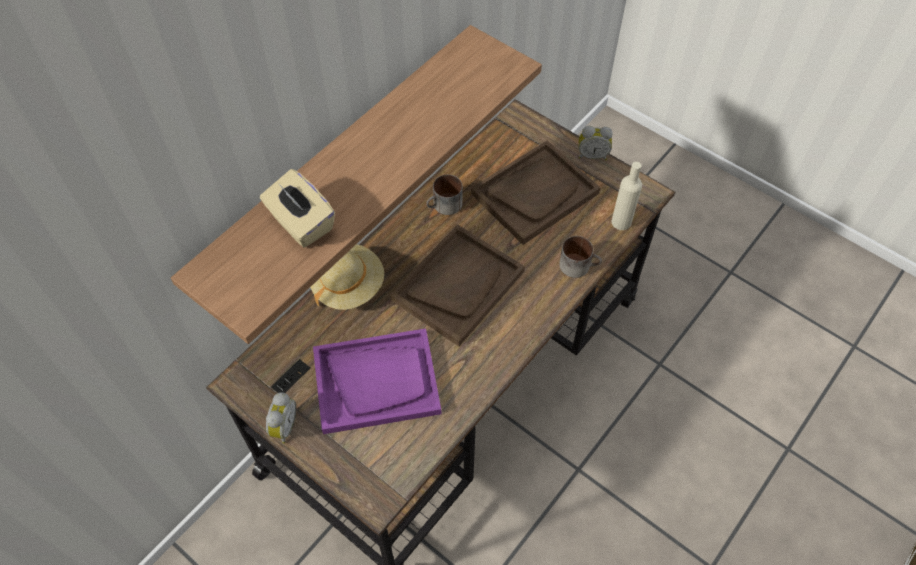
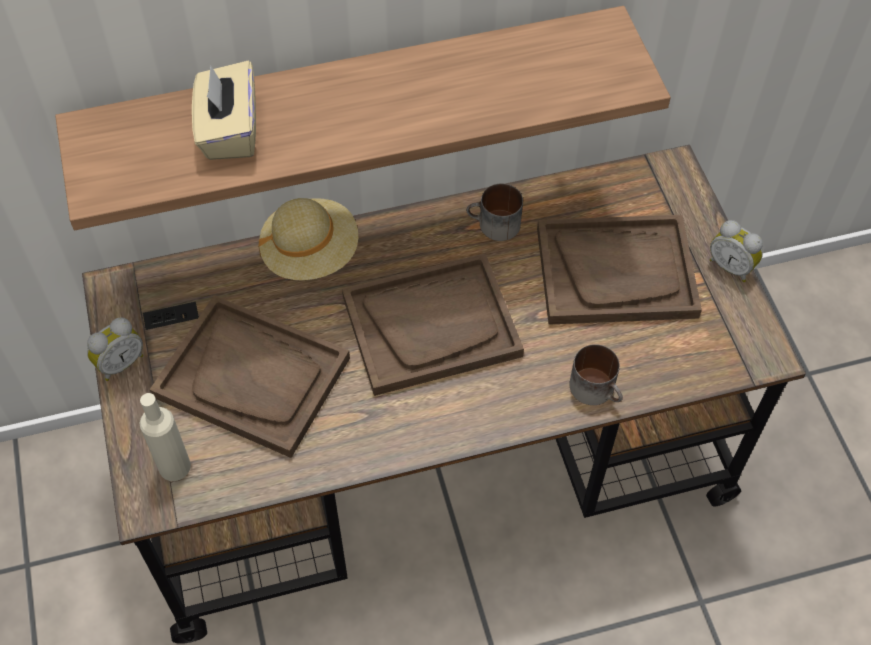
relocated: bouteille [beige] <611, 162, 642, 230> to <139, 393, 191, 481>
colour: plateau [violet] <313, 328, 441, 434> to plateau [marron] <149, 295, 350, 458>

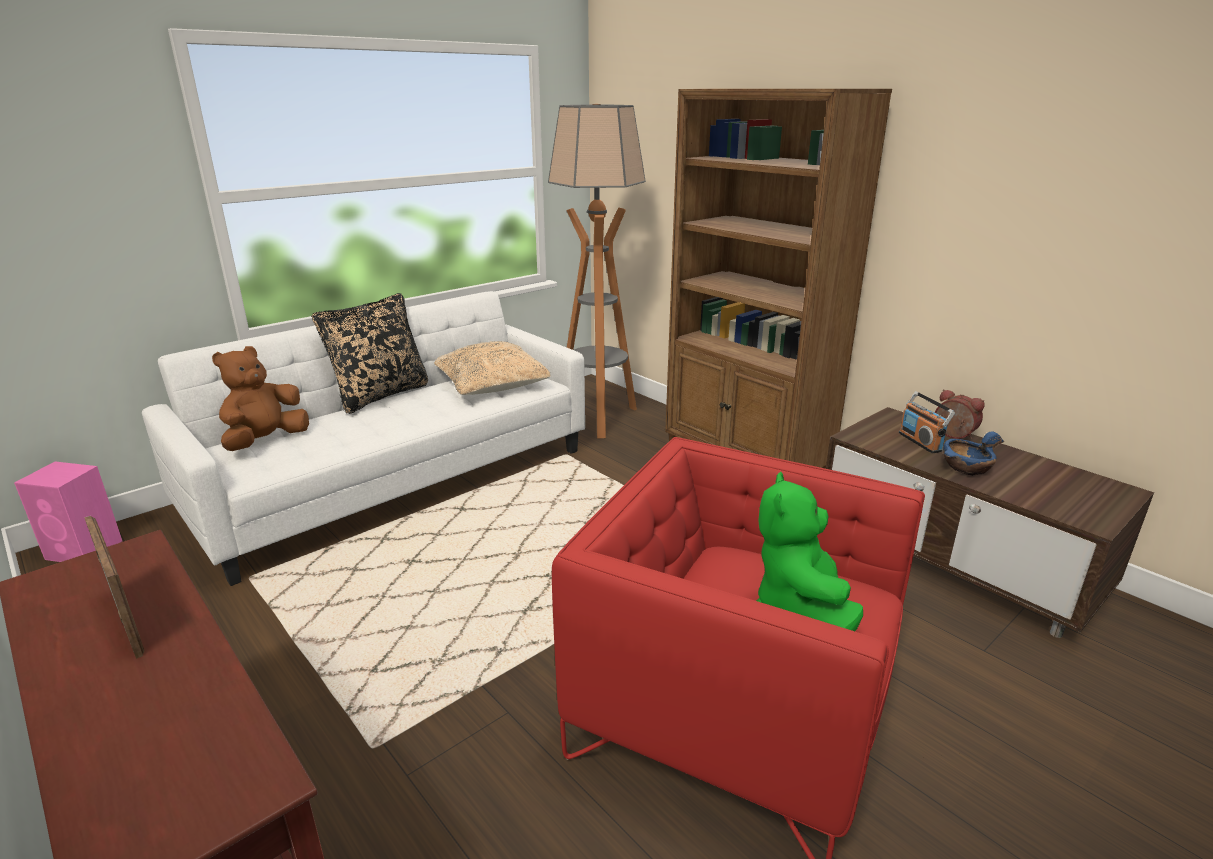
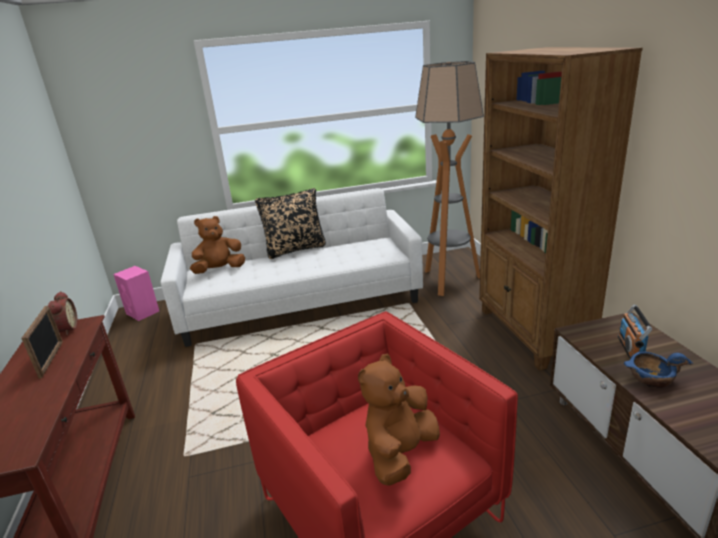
missing: coussin [beige] <434, 341, 551, 395>
relocated: réveil <935, 389, 985, 439> to <48, 291, 78, 335>
colour: peluche [vert] <756, 472, 863, 631> to peluche [marron] <358, 354, 440, 486>

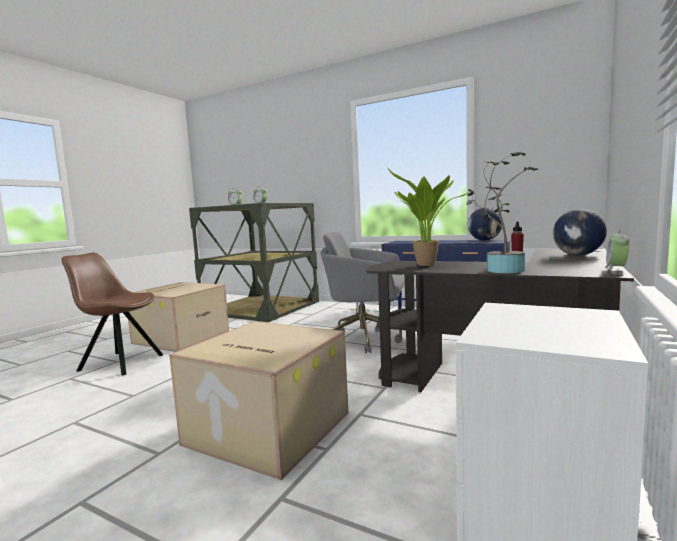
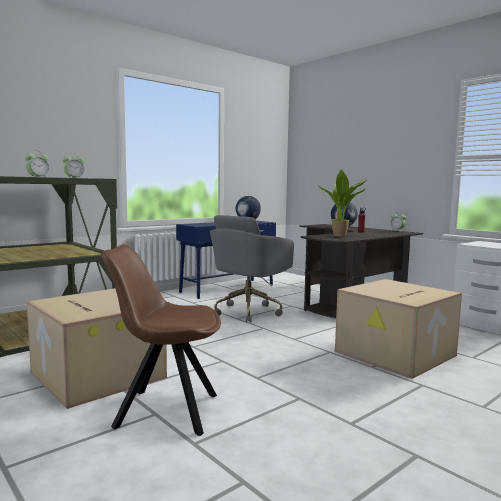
missing: plante en pot <466, 152, 538, 273>
spun: chaise [marron] <61, 253, 163, 375> = <101, 244, 221, 436> 60 degrees clockwise

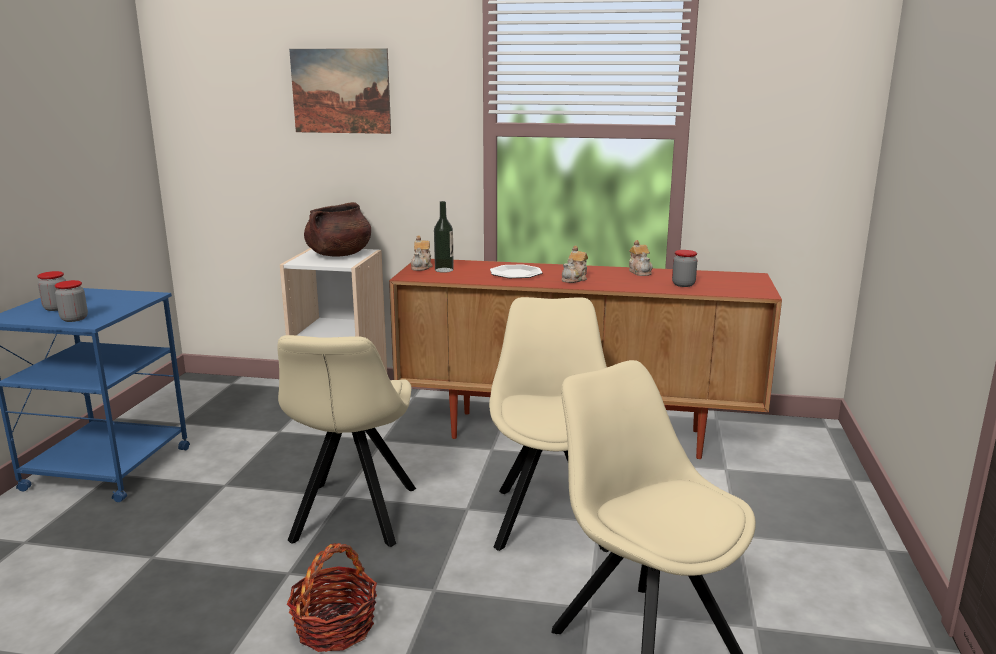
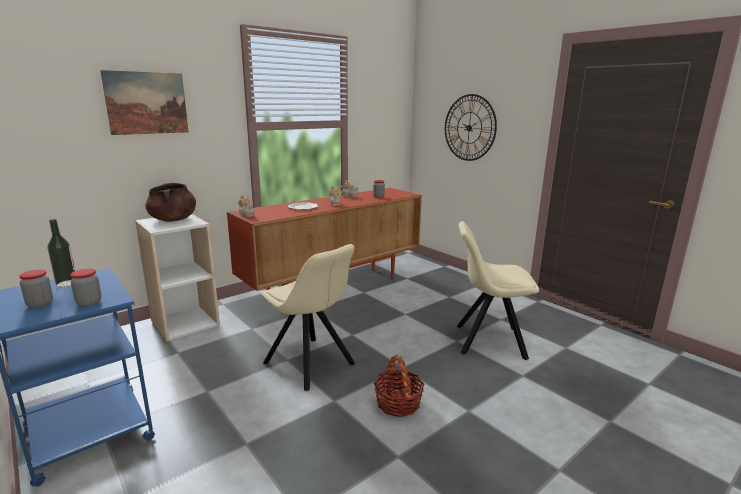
missing: chaise [beige] <489, 297, 609, 552>
appeared: horloge murale <445, 94, 497, 161>
relocated: bouteille <434, 201, 454, 273> to <47, 219, 75, 287>

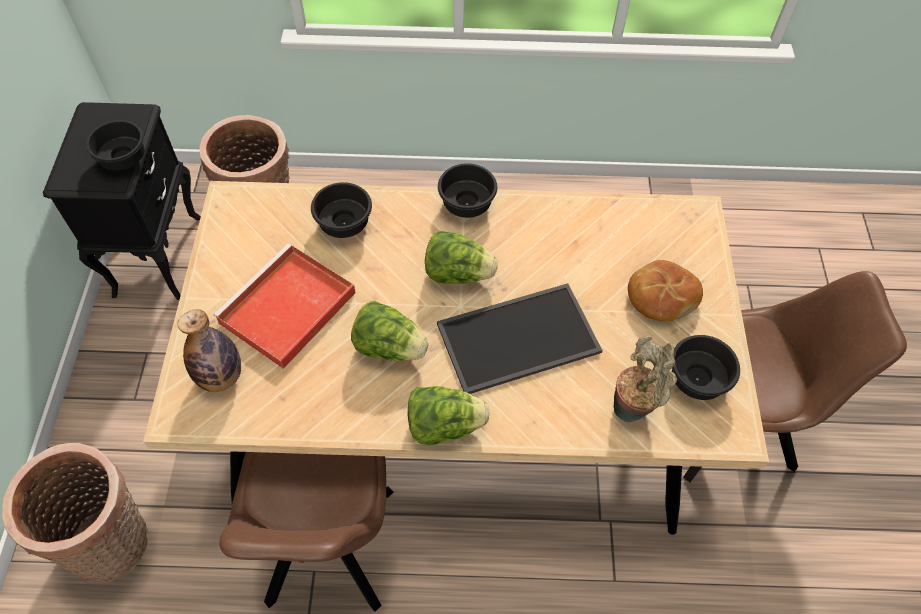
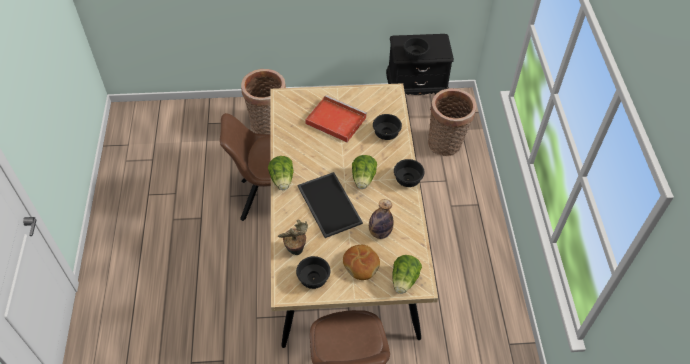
relocated: bouteille <177, 309, 241, 392> to <369, 199, 394, 239>; laitue <351, 301, 429, 361> to <392, 255, 422, 294>

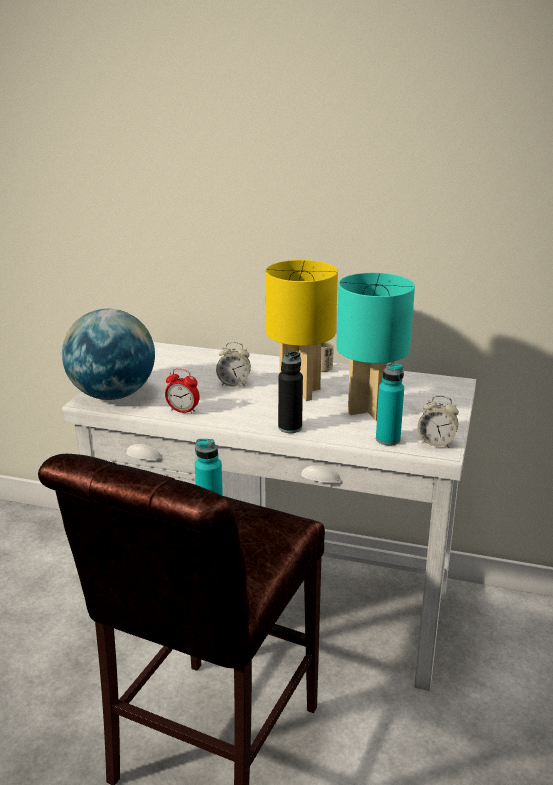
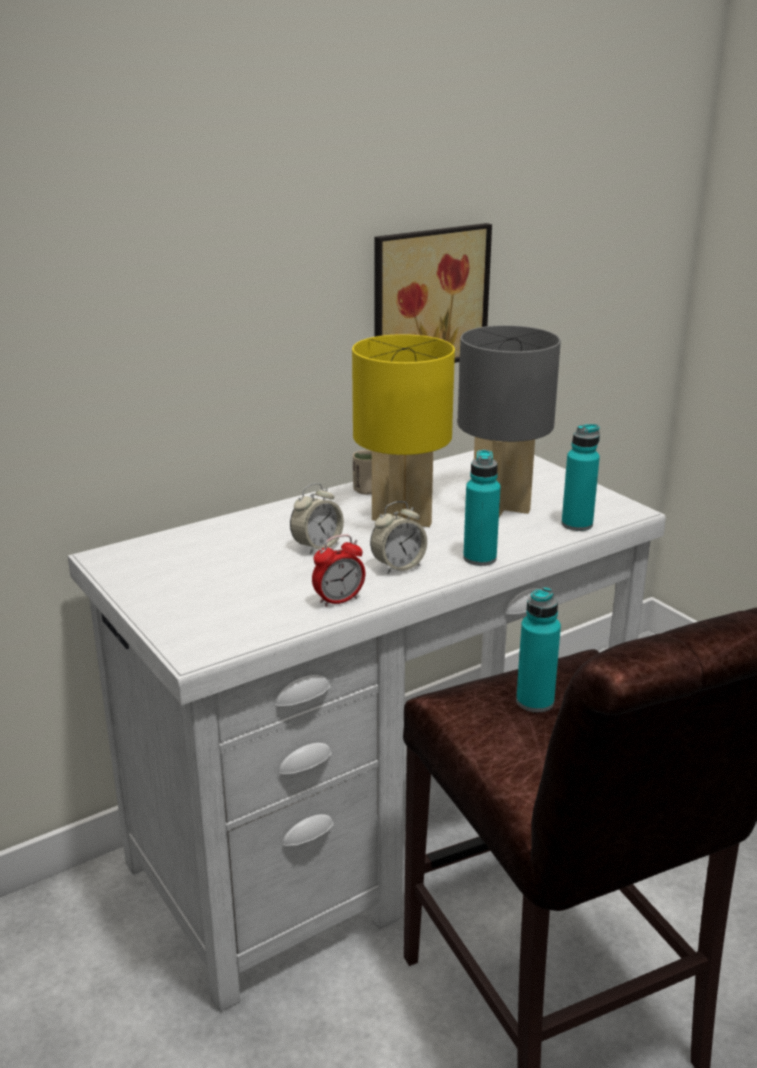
missing: globe <62, 309, 155, 400>
appeared: tableau <374, 223, 492, 363>
relocated: réveil <418, 396, 459, 448> to <370, 501, 427, 574>
colour: lampe de table [turquoise] <336, 273, 415, 421> to lampe de table [gris] <457, 325, 561, 517>; bouteille [noir] <278, 351, 303, 433> to bouteille [turquoise] <463, 450, 501, 566>

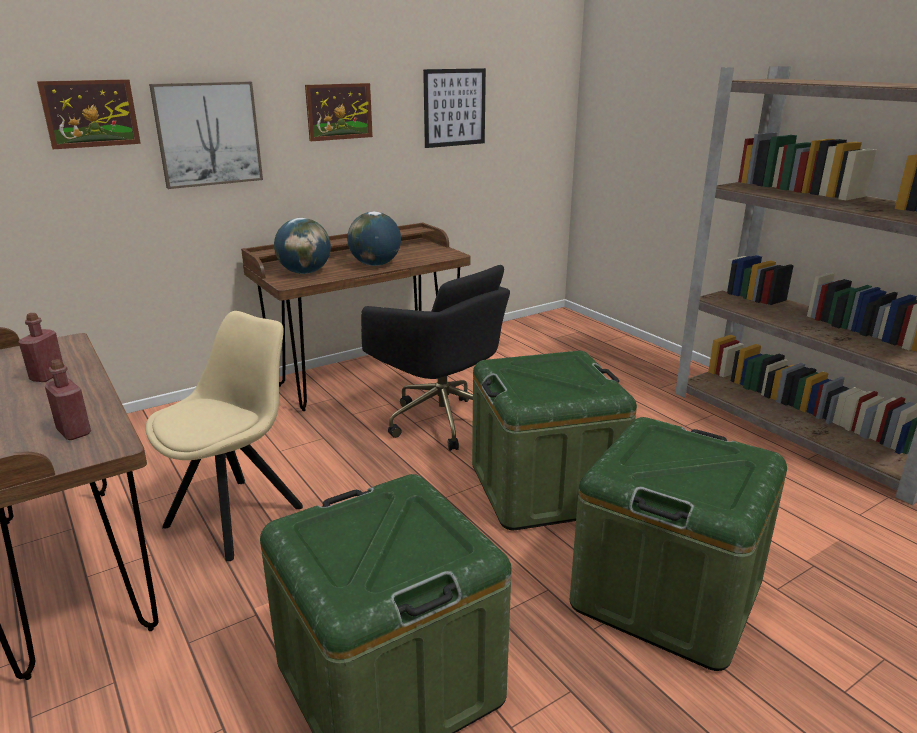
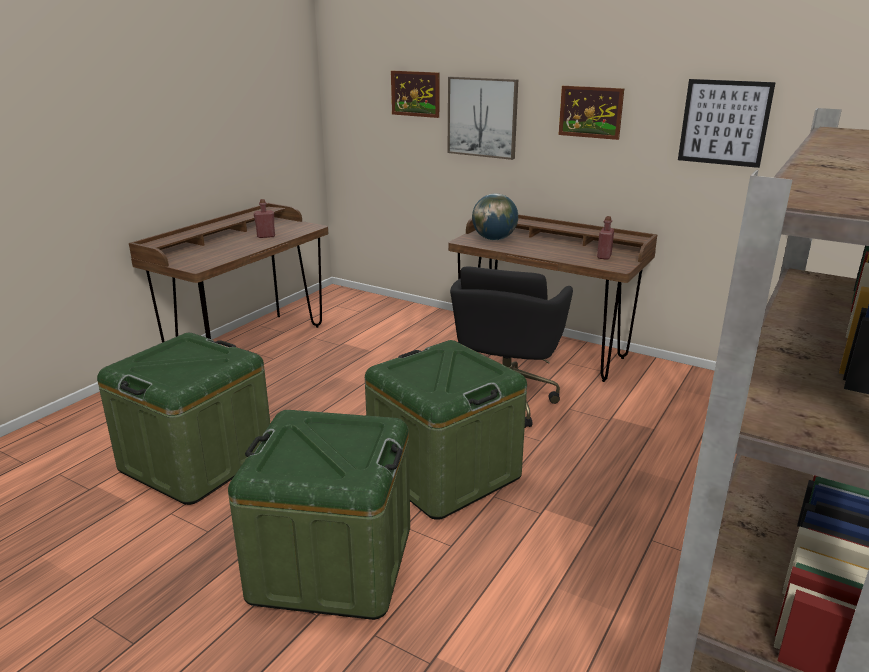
missing: chaise [beige] <145, 311, 303, 561>; globe <347, 212, 401, 266>
relocated: bouteille [rouge] <45, 359, 91, 440> to <597, 216, 614, 260>

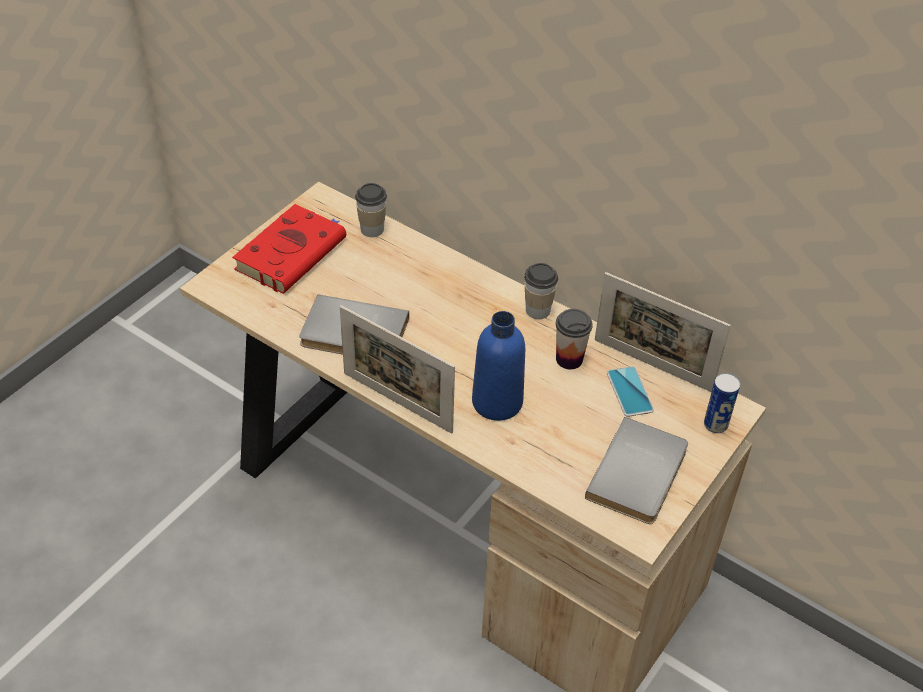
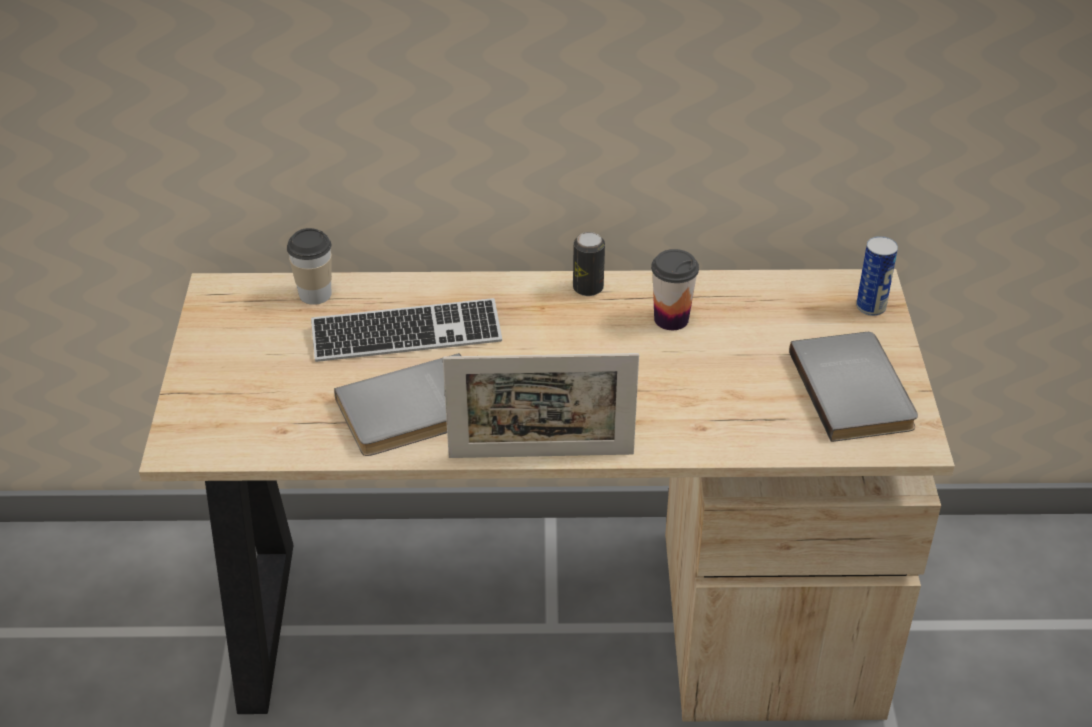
missing: livre [rouge] <232, 204, 346, 294>; bouteille [bleu] <472, 311, 525, 421>; cadre photo <595, 272, 731, 392>; téléphone <607, 366, 654, 417>
appeared: clavier <311, 298, 502, 362>
exchanged: tasse <524, 263, 558, 319> to boîte métallique <573, 232, 605, 296>

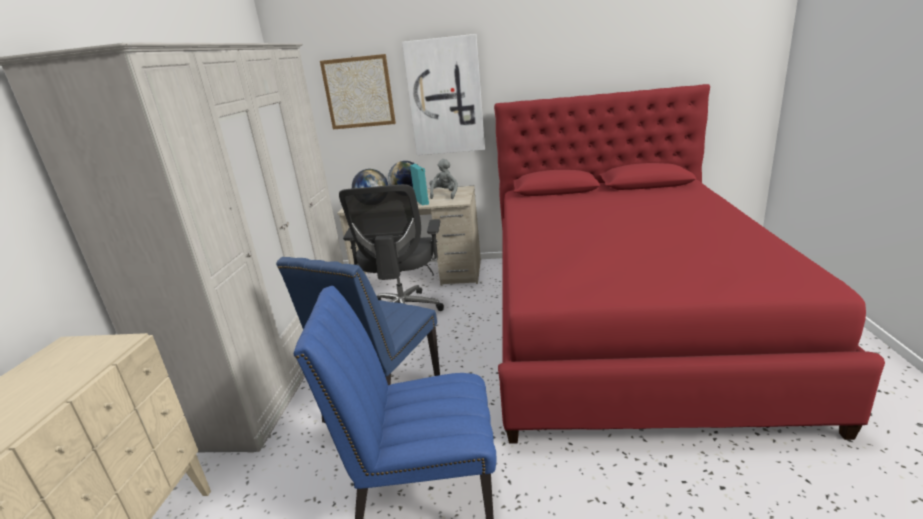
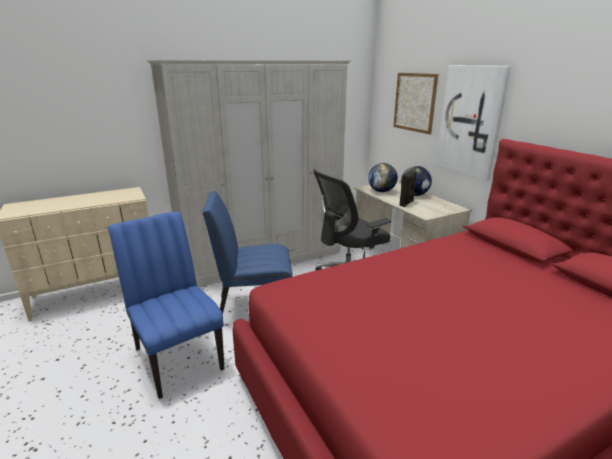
missing: peluche [gris] <430, 159, 458, 199>
colour: enceinte [turquoise] <410, 164, 429, 205> to enceinte [noir] <399, 171, 417, 207>

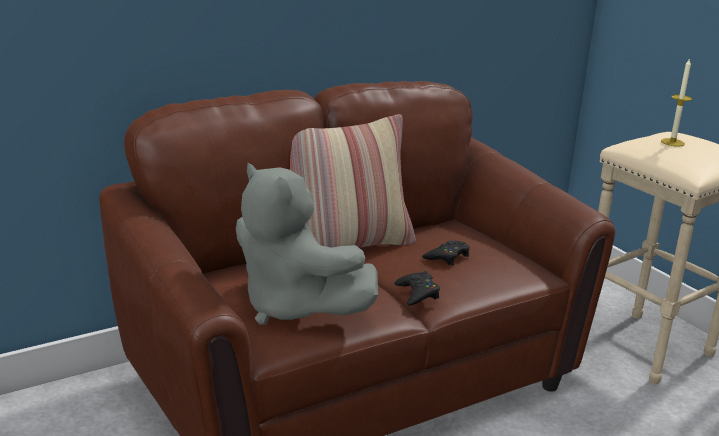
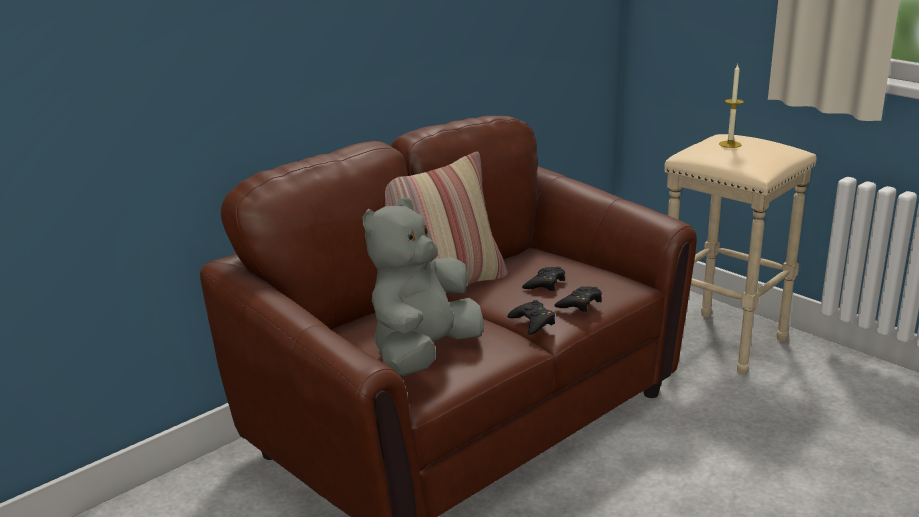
appeared: manette [noir] <554, 286, 602, 312>
spun: peluche [gris] <236, 163, 378, 325> = <363, 197, 484, 376> 90 degrees clockwise

